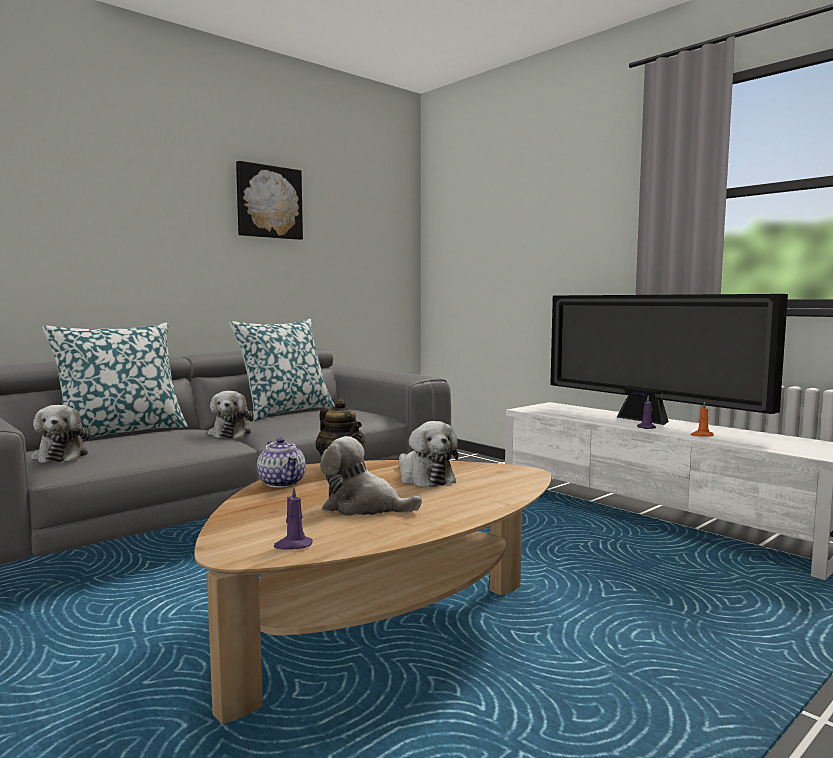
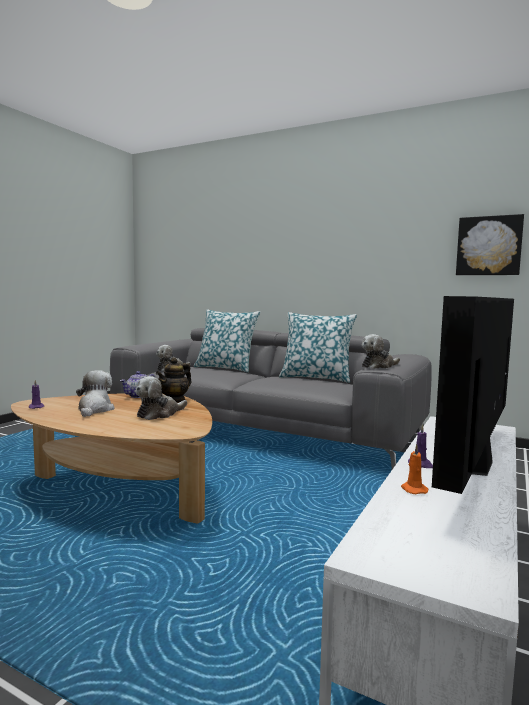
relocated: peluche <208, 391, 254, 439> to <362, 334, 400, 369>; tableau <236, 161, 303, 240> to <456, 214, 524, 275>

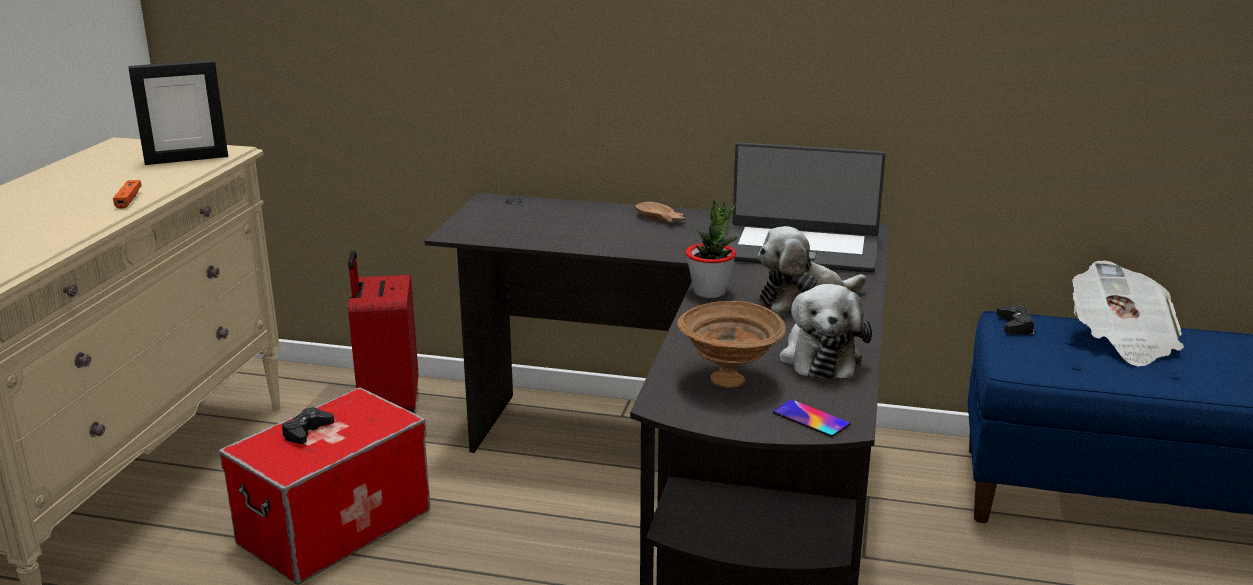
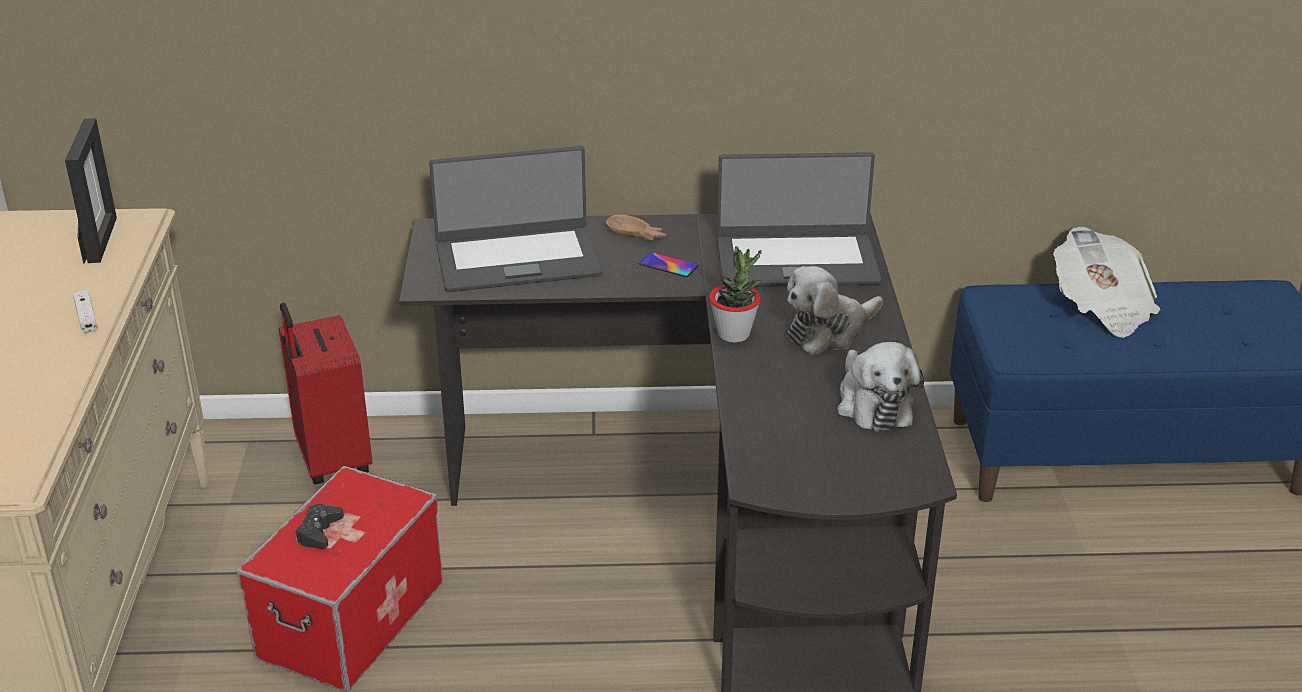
missing: bol [marron] <677, 301, 786, 388>; manette [noir] <997, 305, 1035, 335>
appeared: ordinateur portable <429, 146, 602, 292>
relocated: téléphone <773, 400, 851, 437> to <639, 252, 698, 277>
colour: manette [orange] <113, 180, 142, 209> to manette [blanc] <73, 290, 97, 333>
spun: cadre photo <128, 60, 228, 165> = <65, 118, 117, 263> 60 degrees counterclockwise

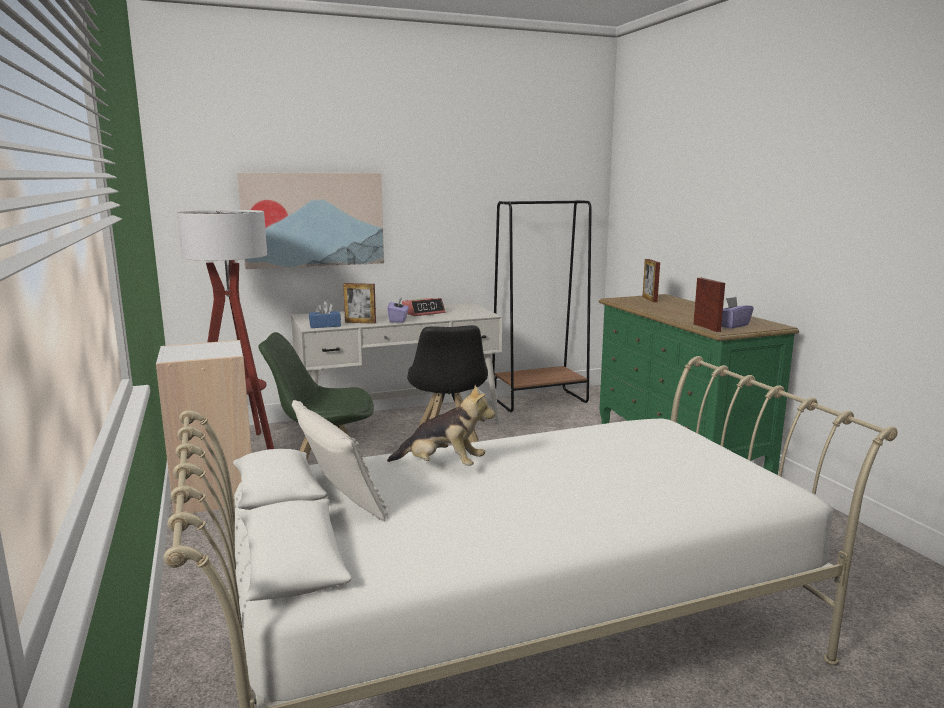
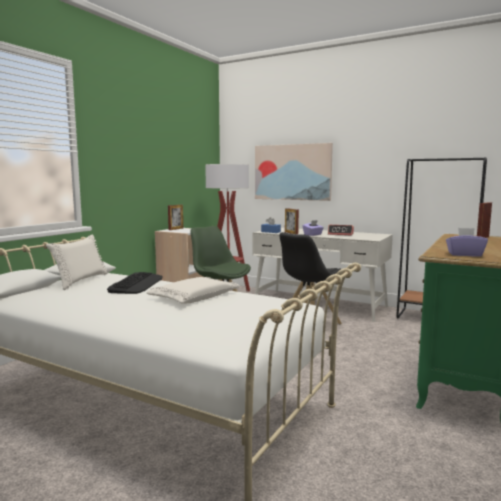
appeared: coussin [blanc] <147, 277, 240, 304>
relocated: cadre photo <693, 278, 725, 332> to <168, 205, 183, 230>
exchanged: peluche <387, 385, 495, 466> to clavier <107, 272, 162, 294>

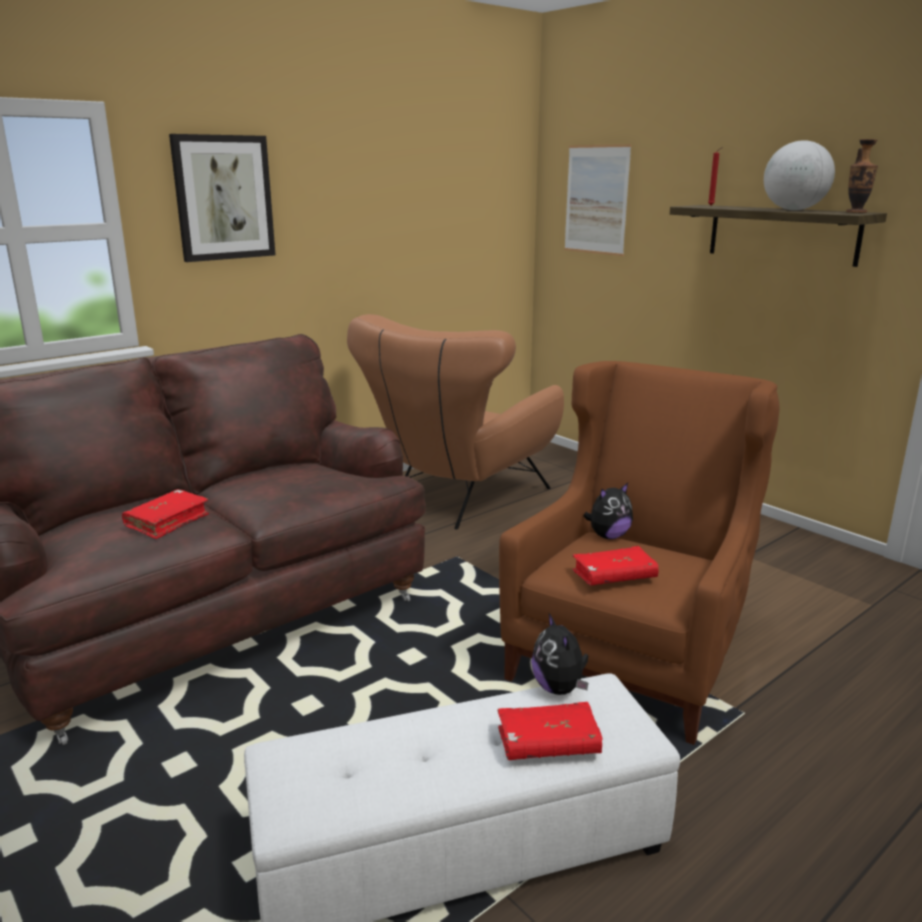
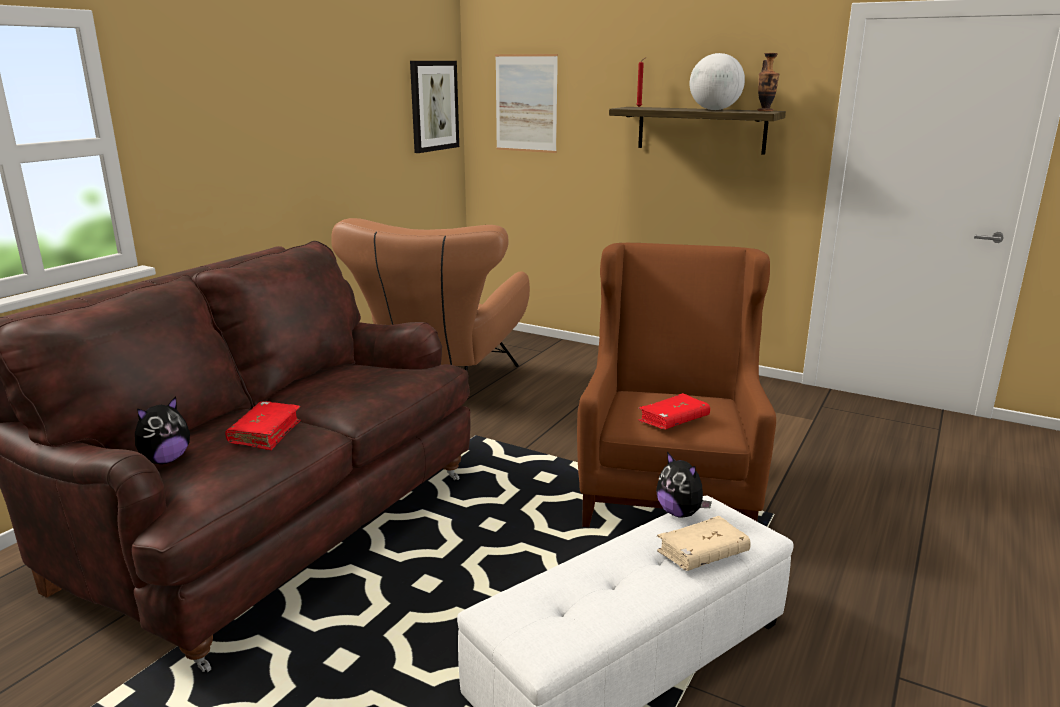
relocated: peluche <583, 483, 633, 539> to <135, 397, 190, 464>; tableau <169, 134, 276, 262> to <410, 61, 459, 153>
colour: livre [rouge] <497, 702, 602, 760> to livre [beige] <657, 516, 751, 571>

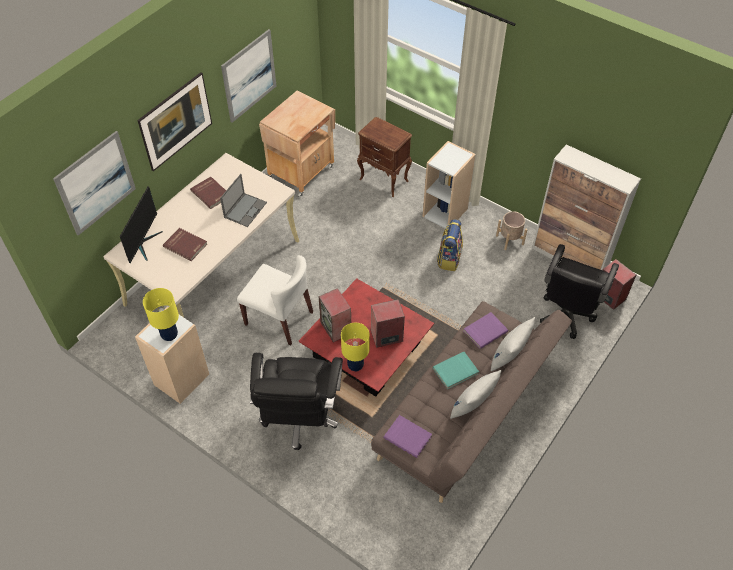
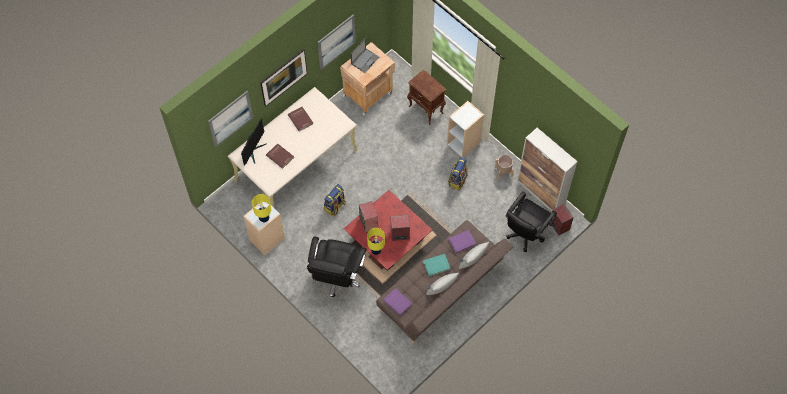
relocated: ordinateur portable <220, 174, 267, 227> to <351, 38, 379, 73>
exchanged: chaise [blanc] <237, 255, 313, 345> to sac à dos <324, 184, 346, 216>

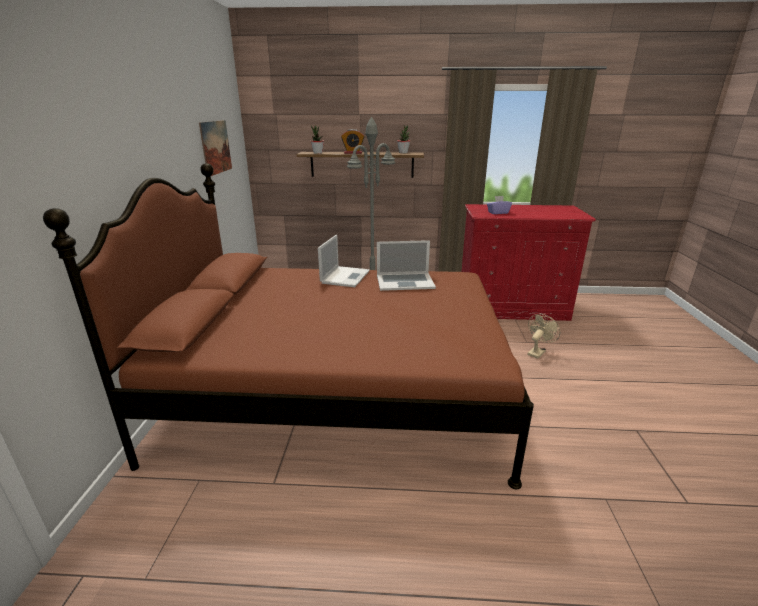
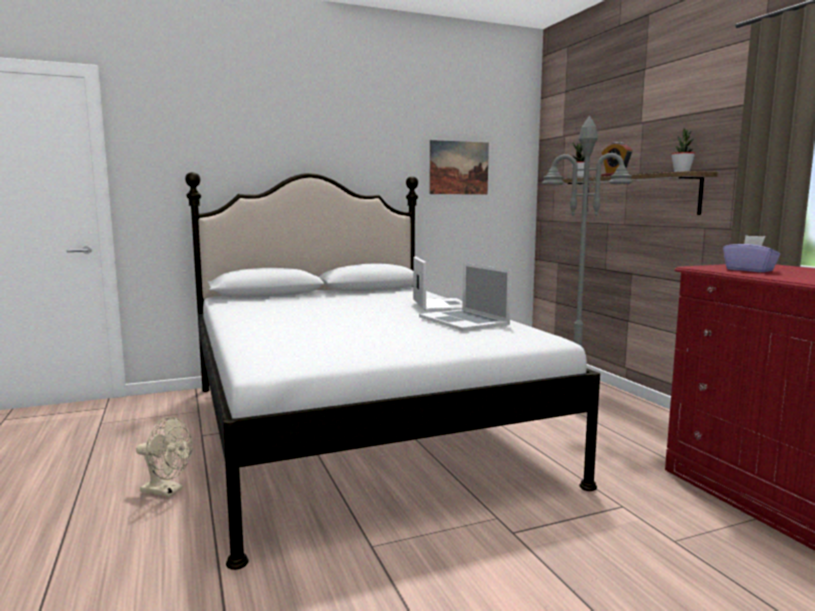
relocated: ventilateur [beige] <527, 314, 560, 359> to <136, 417, 193, 497>
colour: lit [marron] <43, 163, 534, 489> to lit [blanc] <185, 172, 600, 570>
spun: ordinateur portable <318, 235, 370, 287> = <413, 256, 462, 312> 90 degrees counterclockwise

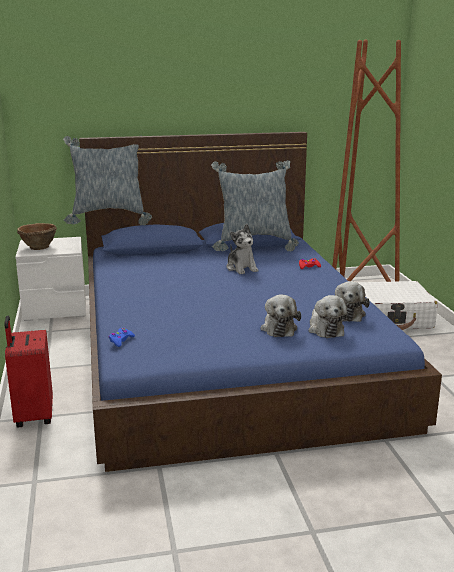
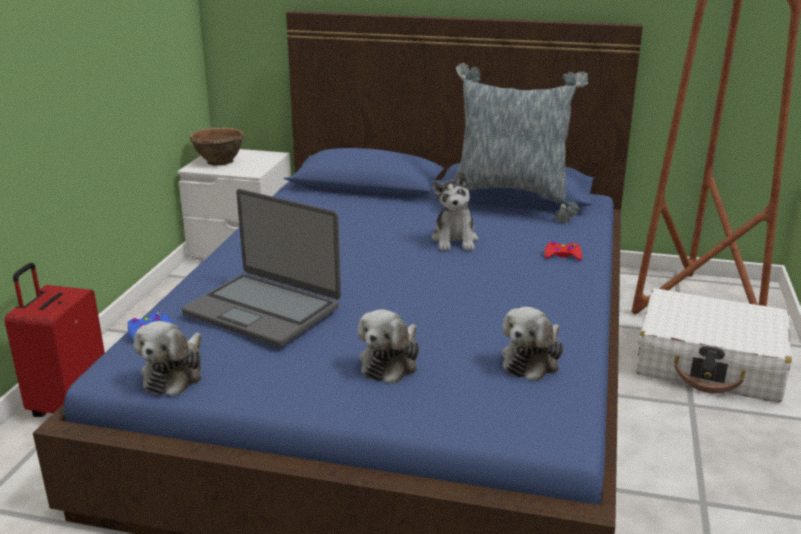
missing: coussin <63, 136, 152, 225>
appeared: ordinateur portable <182, 189, 341, 347>
relocated: peluche <308, 295, 349, 338> to <134, 321, 202, 396>

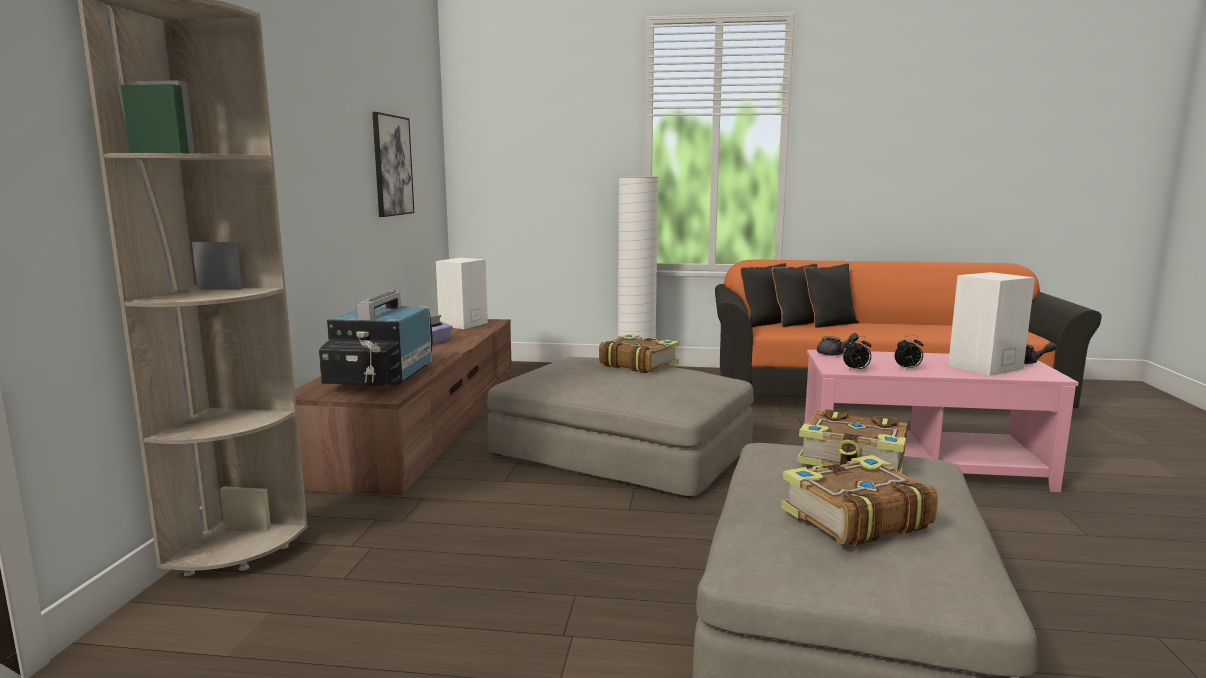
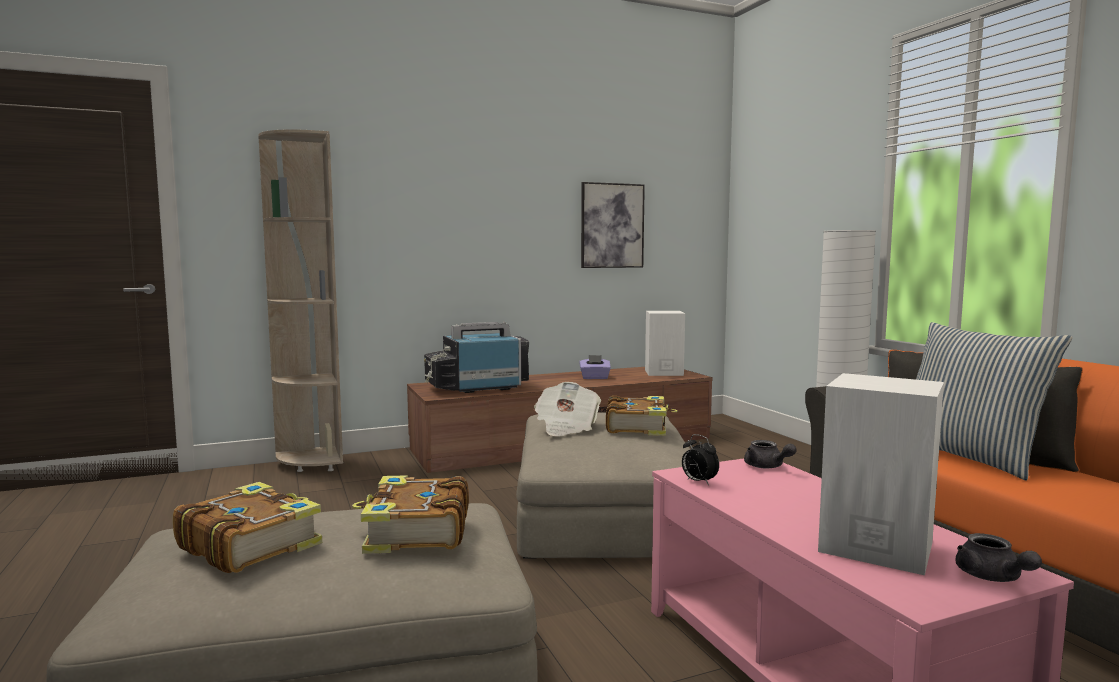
missing: réveil <895, 335, 924, 369>
appeared: journal <534, 382, 601, 436>; coussin <916, 322, 1073, 481>

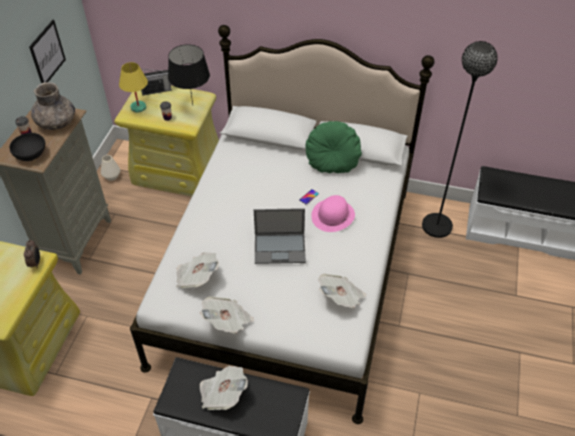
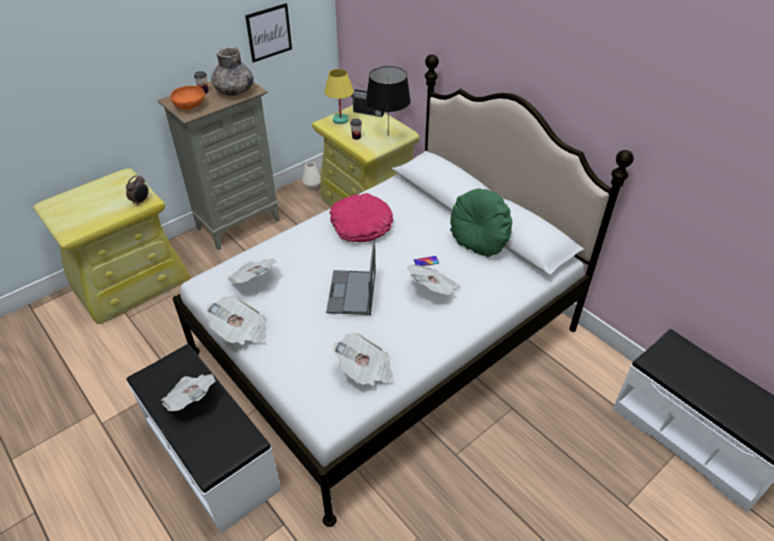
missing: lampadaire [noir] <422, 41, 498, 238>
appeared: coussin [rose] <329, 193, 393, 242>
exchanged: chapeau [rose] <311, 195, 355, 232> to journal <407, 265, 460, 296>
colour: bol [noir] <10, 133, 45, 161> to bol [orange] <170, 86, 205, 110>
spun: ordinateur portable <254, 208, 306, 264> = <326, 240, 376, 315> 60 degrees clockwise

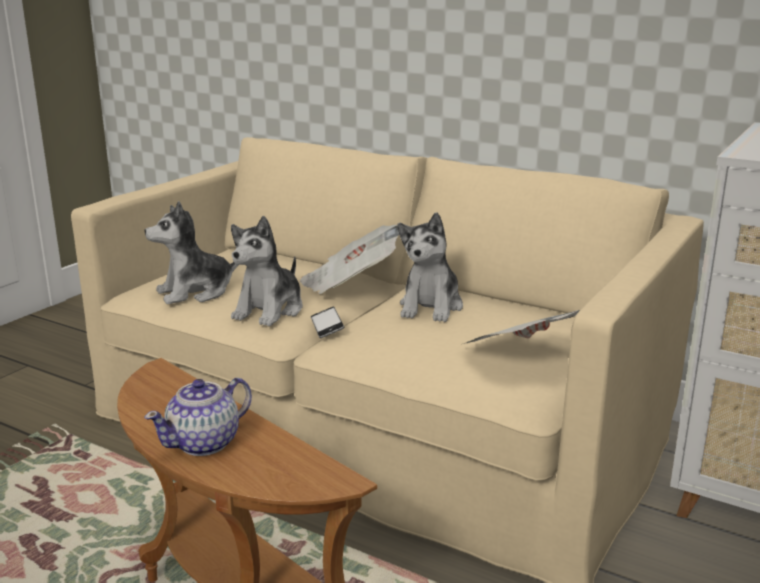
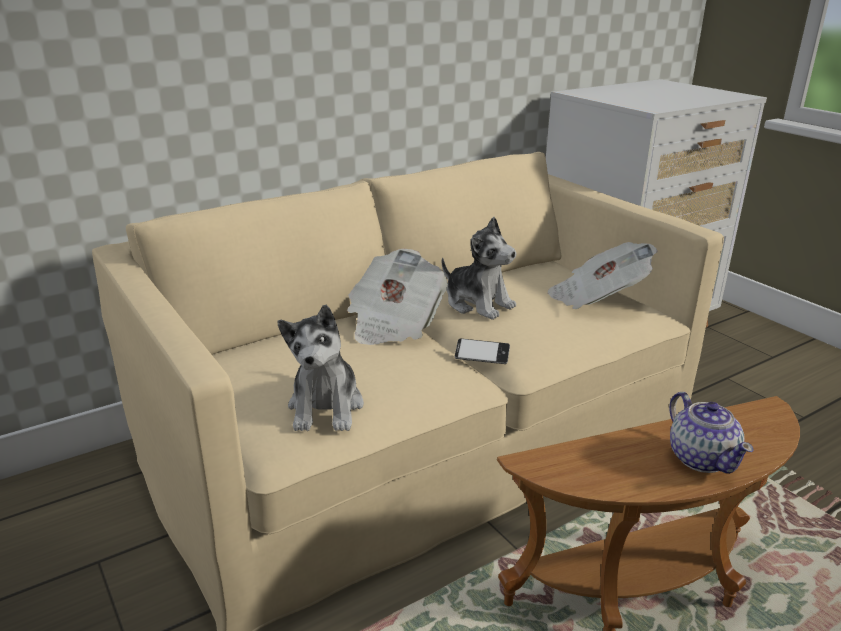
missing: peluche <231, 216, 303, 326>

